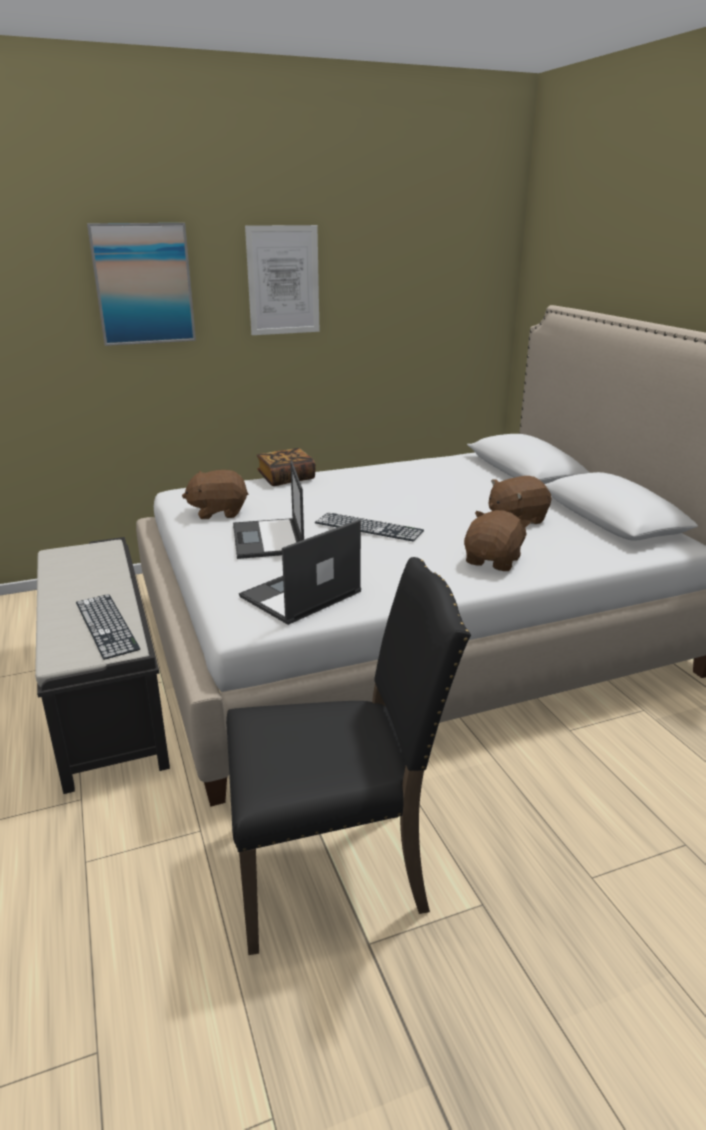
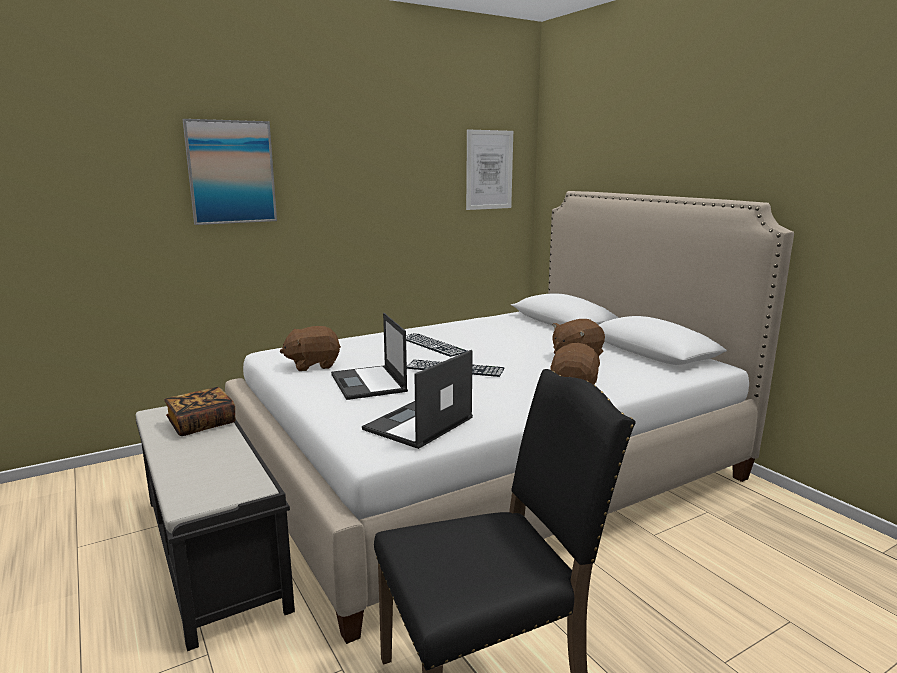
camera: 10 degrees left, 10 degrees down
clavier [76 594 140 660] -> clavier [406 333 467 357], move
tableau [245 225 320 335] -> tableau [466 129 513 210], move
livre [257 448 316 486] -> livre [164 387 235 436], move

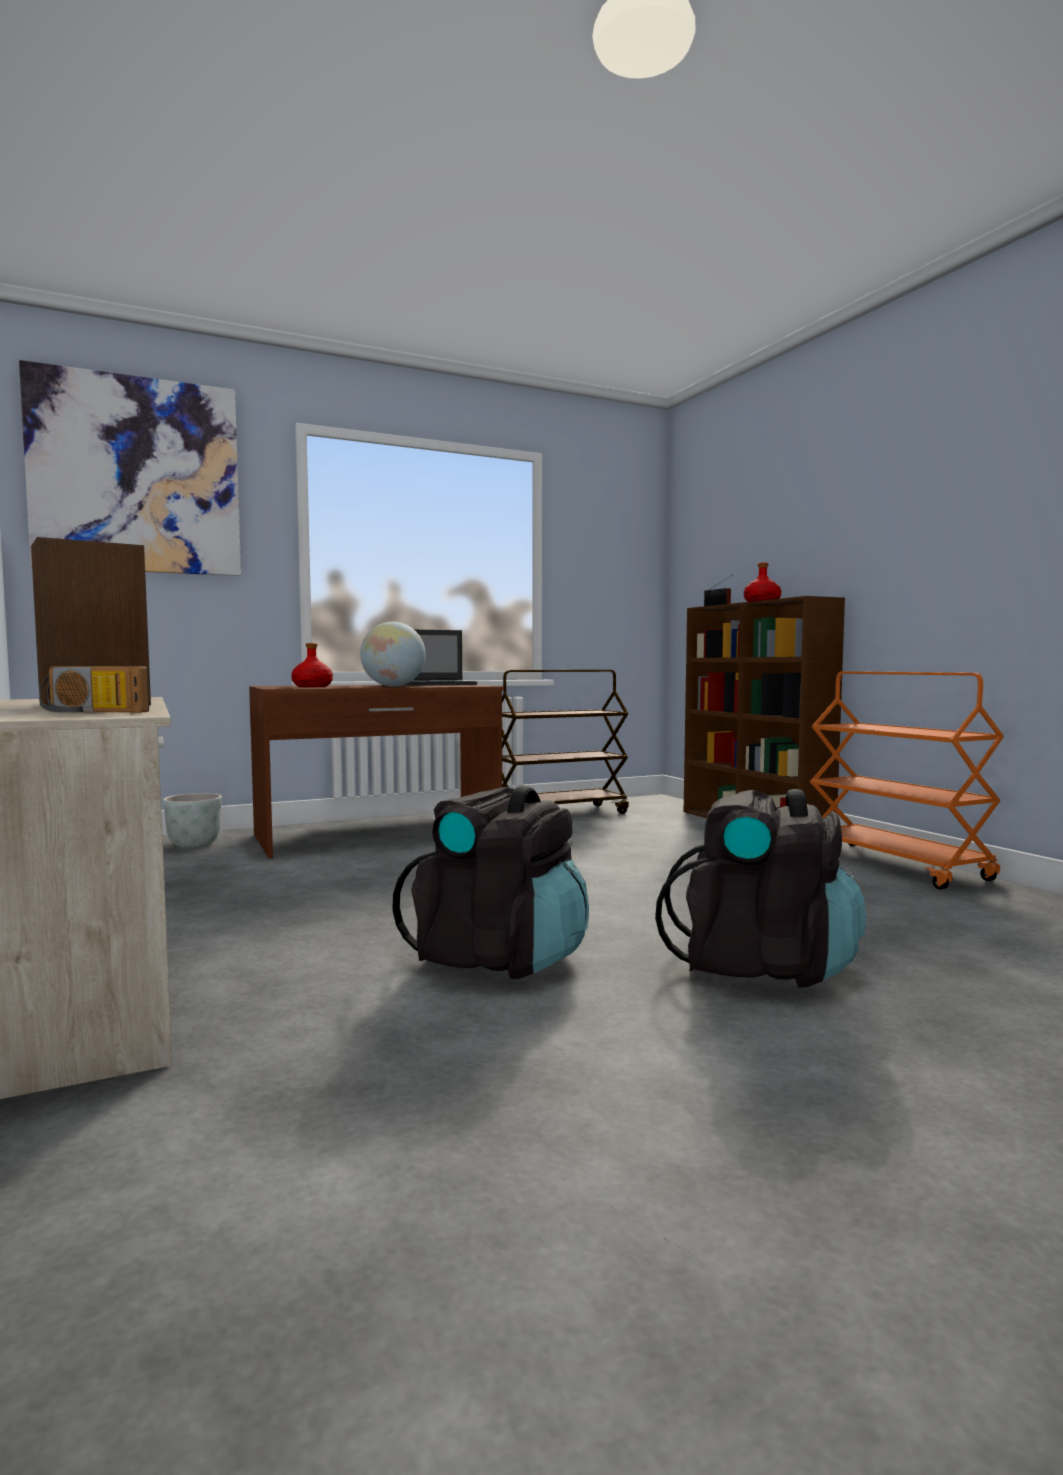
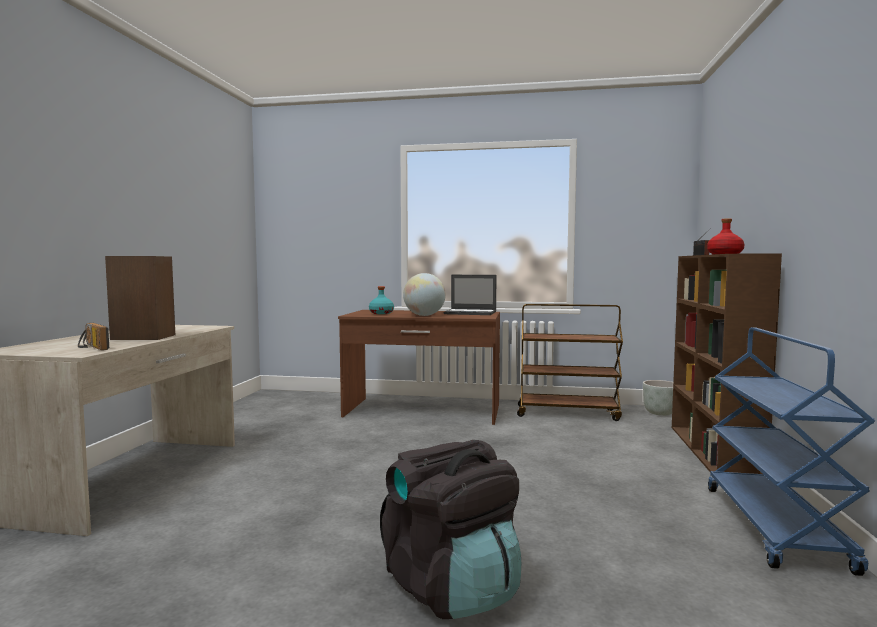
camera: 35 degrees right, 0 degrees up
tableau [19 360 241 576] -> none
cache-pot (gris) [163 793 222 848] -> cache-pot (gris) [643 380 673 416], move
bouteille (rouge) [291 643 333 687] -> bouteille (turquoise) [369 286 394 314]
sac à dos (noir) [392 786 589 979] -> none
chariot (orange) [810 671 1004 890] -> chariot (bleu) [708 327 875 576]

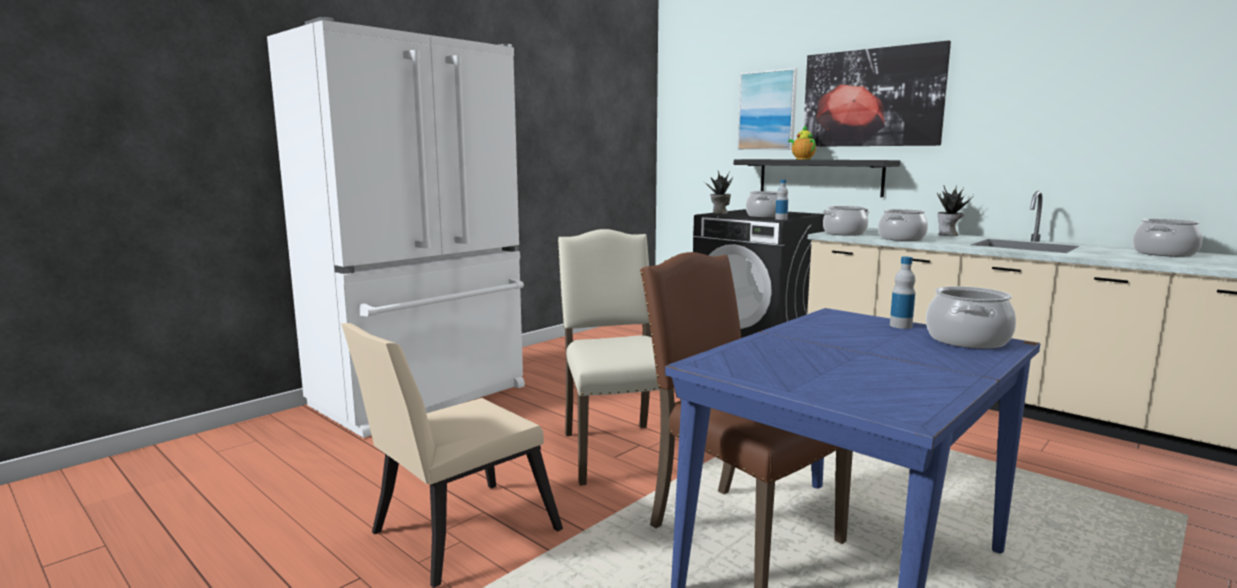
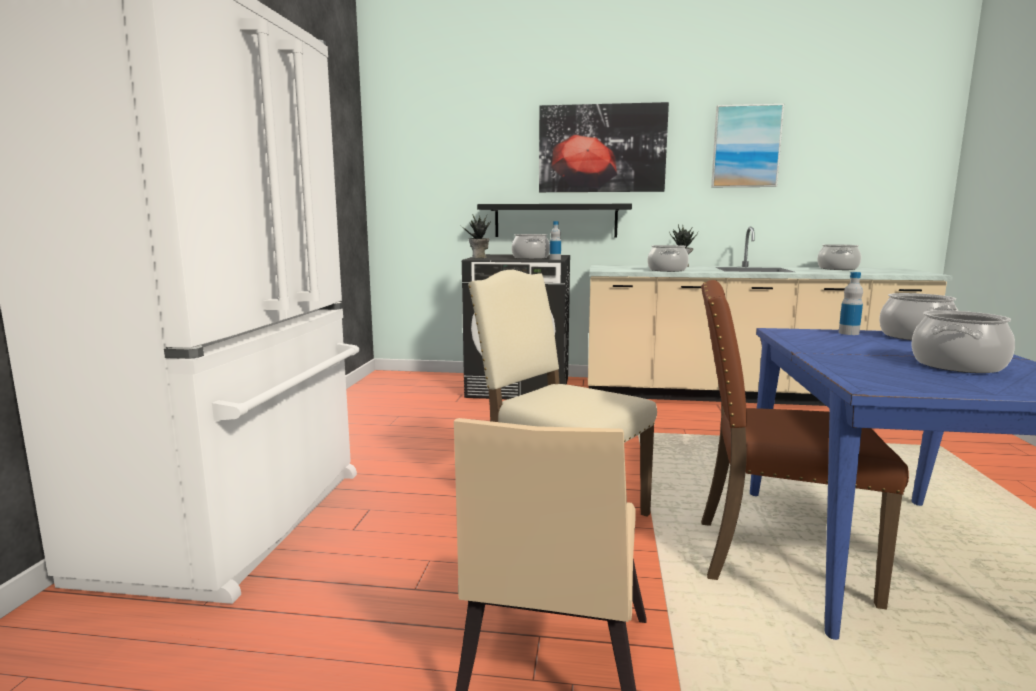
camera: 35 degrees left, 0 degrees up
tableau [738 68 797 150] -> tableau [711 104 784 187], move
théière [788 126 816 160] -> none
marmite [823 206 869 236] -> marmite [911 310 1015 373], move

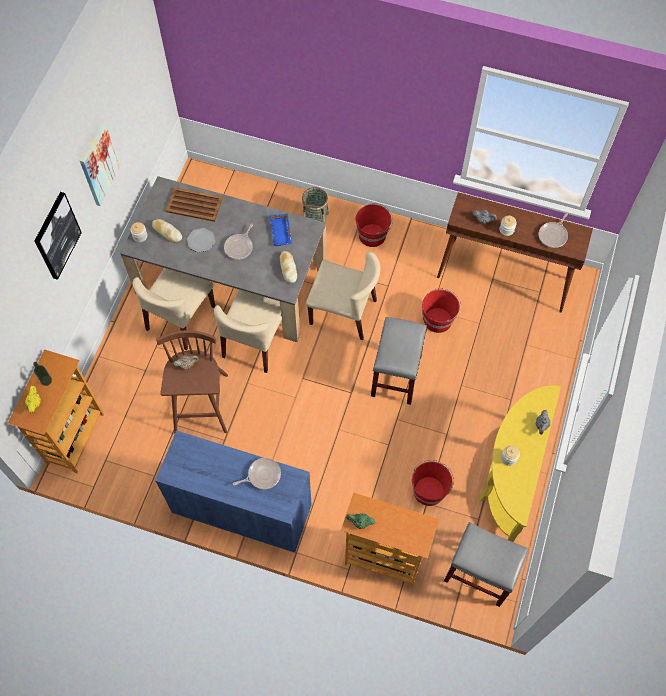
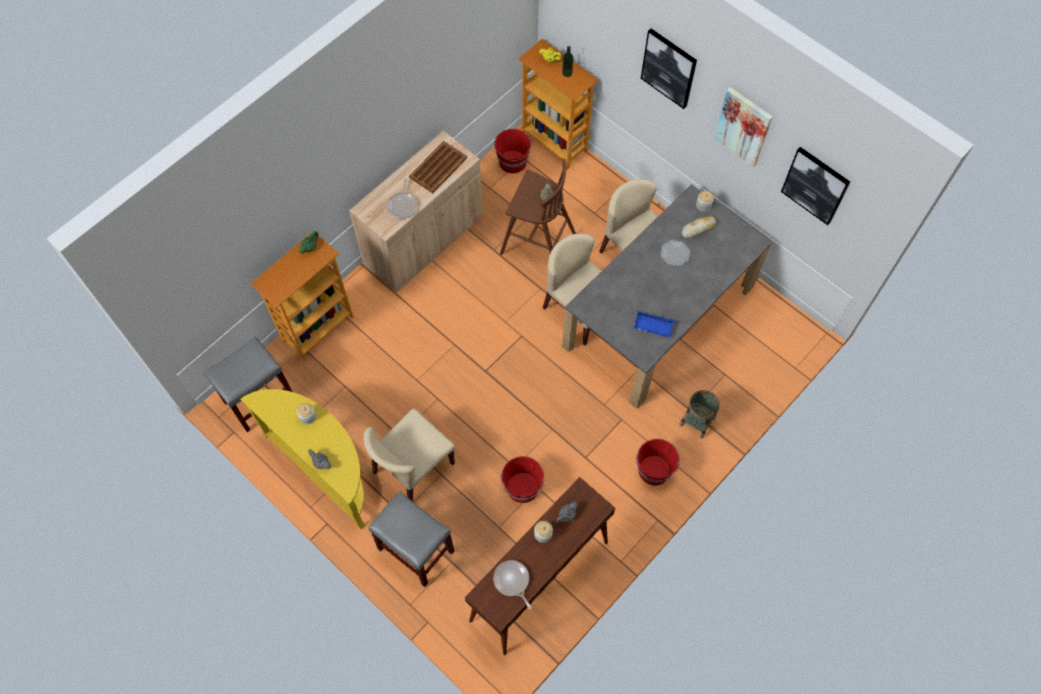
camera: 115 degrees right, 0 degrees up
meuble de rangement (bleu) [155 430 312 553] -> meuble de rangement (beige) [349 131 483 292]
plateau (marron) [166 187 223 222] -> plateau (marron) [409 141 467 193], move
poêle [224 224 253 260] -> none
pain [280 251 297 283] -> none
chaise (beige) [306 252 380 340] -> chaise (beige) [363 408 455 501], move
tabouret (gris) [371 317 427 405] -> tabouret (gris) [368 491 455 587], move
seau (rouge) [412 460 454 506] -> seau (rouge) [494 129 533 173], move
none -> tableau [781 147 850 225]

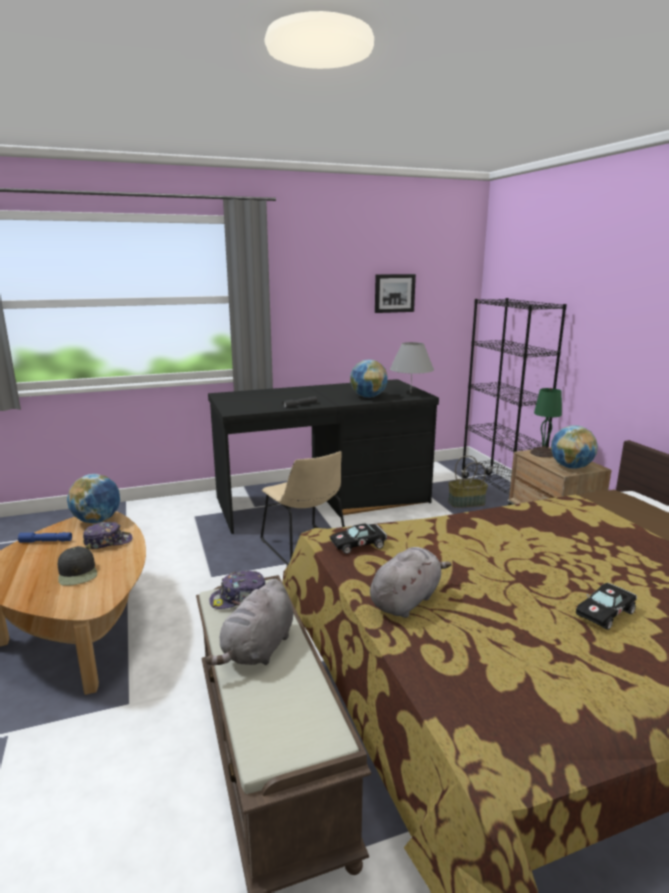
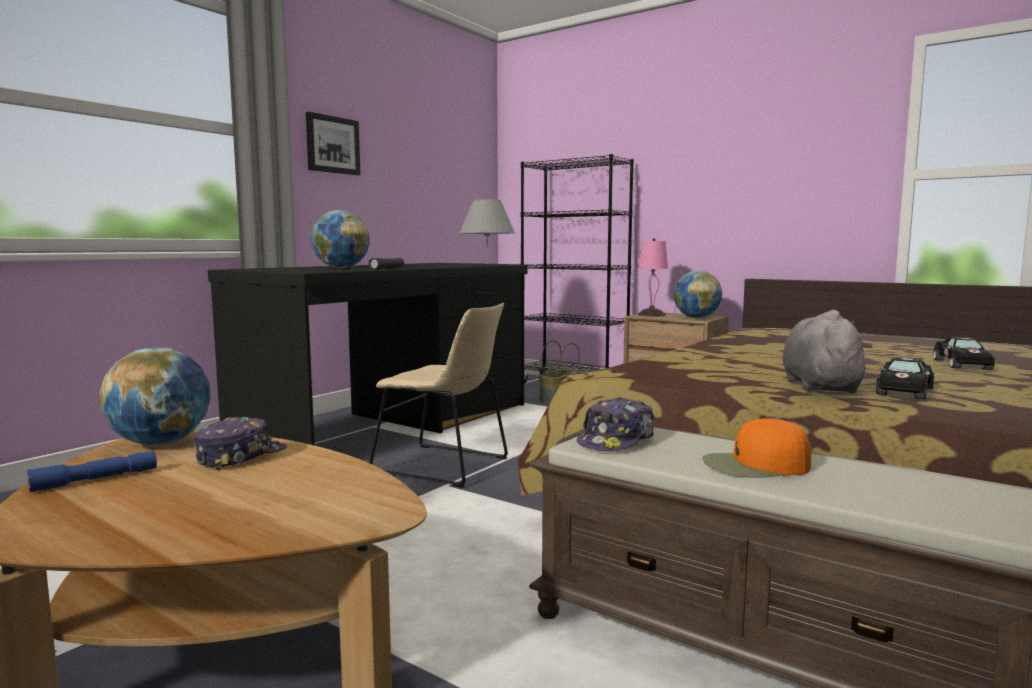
camera: 35 degrees left, 10 degrees down
casquette (noir) [58 546 97 586] -> none
peluche (gris) [205 579 293 665] -> casquette (orange) [702 418 811 478]
petite voiture (noir) [330 524 387 554] -> petite voiture (noir) [876 357 934 399], move
globe [350 360 388 398] -> globe [311 210 370 268], move
tableau [375 274 416 313] -> tableau [306 112 361 175], move
lampe de table (vert) [530 388 562 458] -> lampe de table (rose) [638 238 668 316]

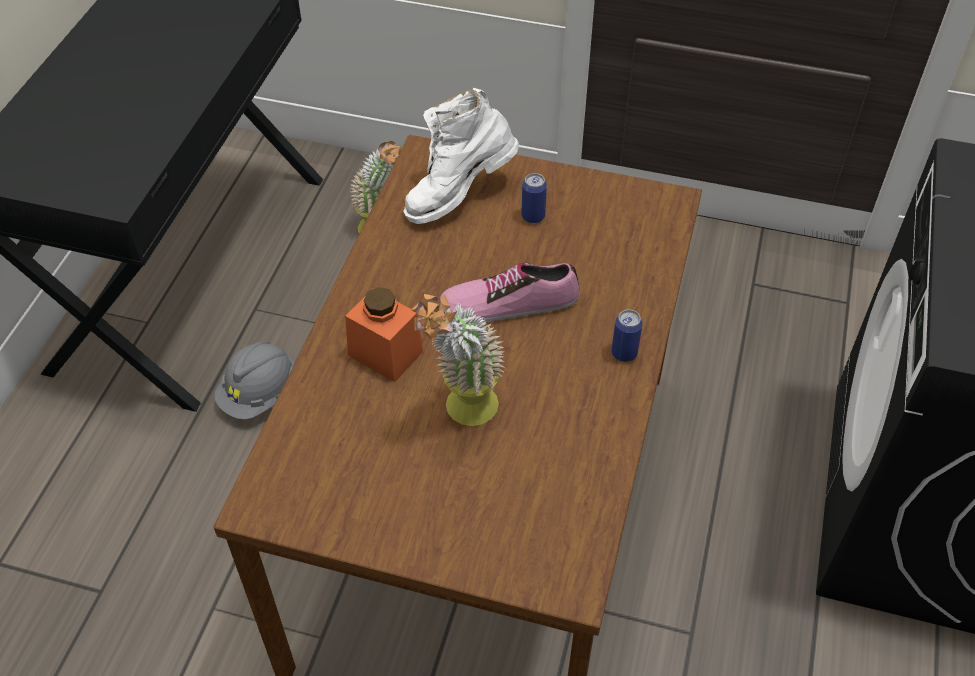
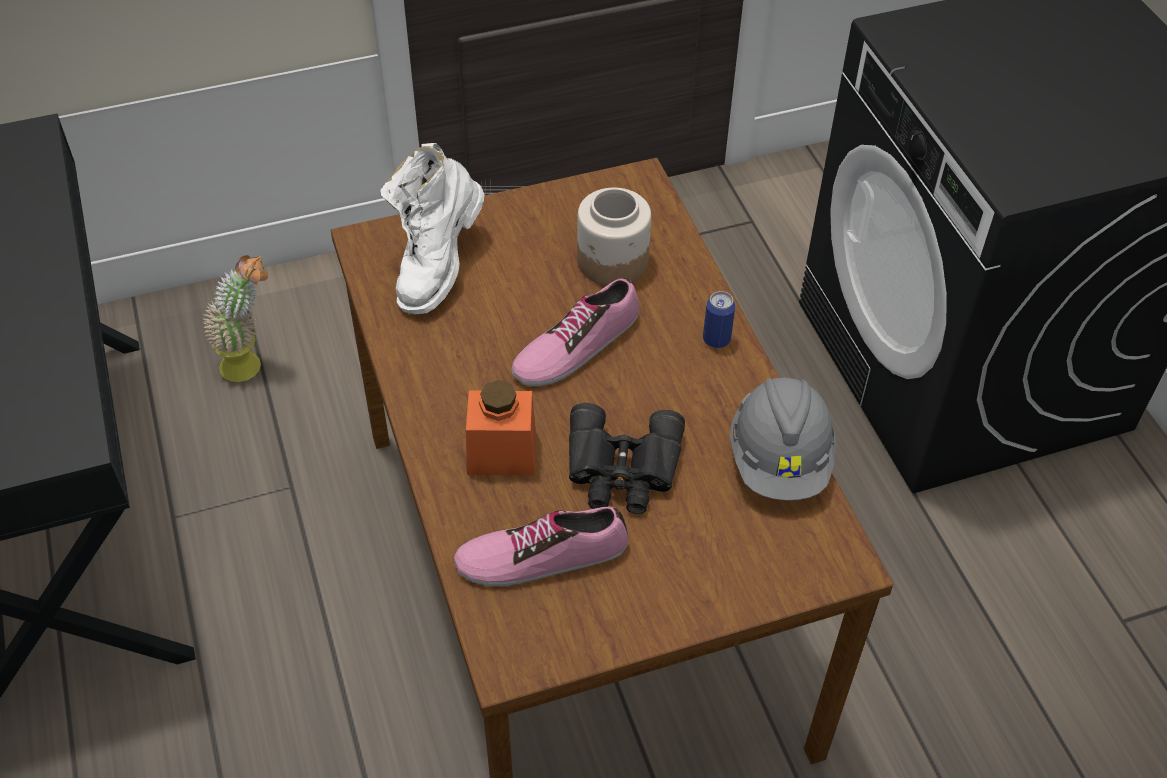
camera: 35 degrees left, 0 degrees up
casque de chantier (gris) [214 341 295 420] -> casque de chantier (gris) [730 377 836 501], move
plante en pot [411 294 505 426] -> jumelles (noir) [569 403 685 514]
boîte métallique [521 173 547 223] -> none
none -> chaussure [454 506 629 586]
none -> bocal [577 188 651 286]

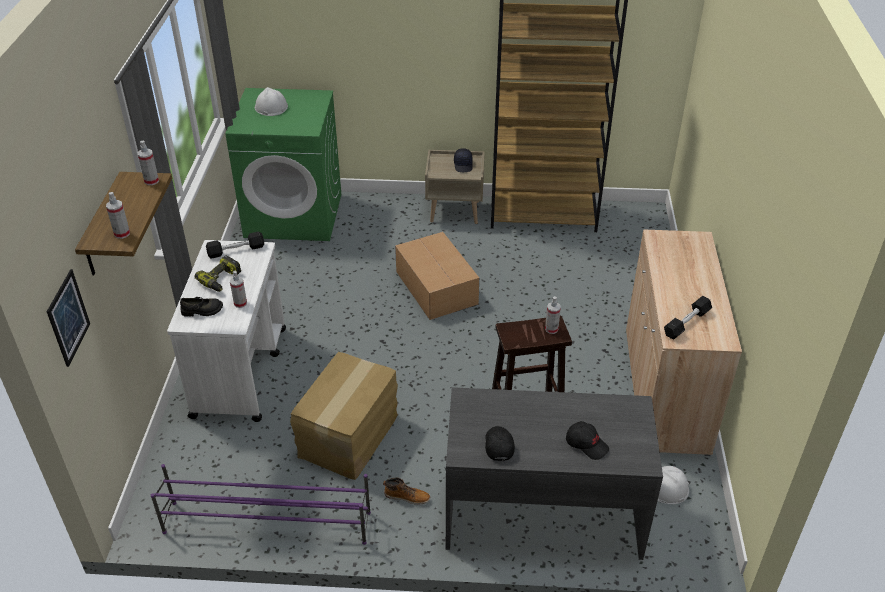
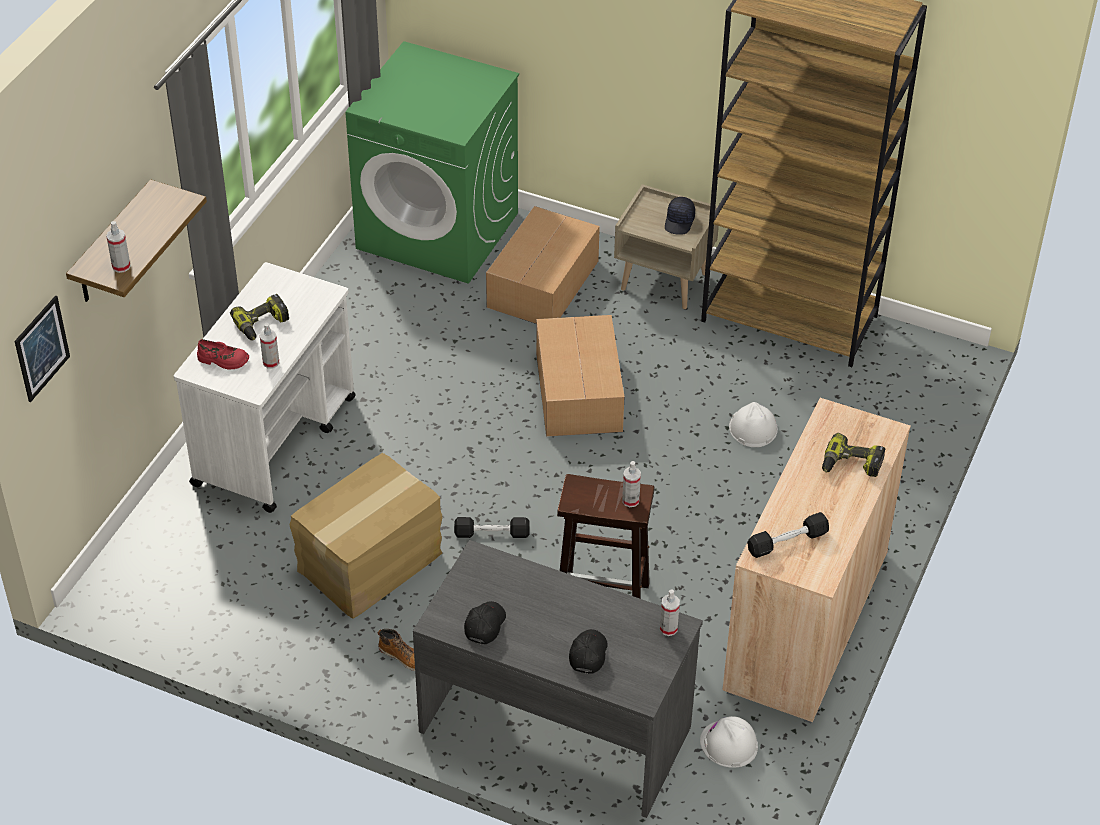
camera: 20 degrees right, 5 degrees up
vaporisateur [138 141 159 185] -> vaporisateur [660 589 680 636], move
étagère à chaussures (violet) [151 464 371 545] -> none
chaussure (noir) [180 297 223 317] -> chaussure (rouge) [197 339 249 370]
haltère (noir) [206 232 264 259] -> haltère (noir) [454 517 530 538], move
casque de chantier (blanc) [255 87 288 116] -> casque de chantier (blanc) [729 402 778 447], move
casquette (noir) [566 421 609 460] -> casquette (noir) [569 629 608 674], 135 degrees counterclockwise
none -> carton [486 206 600 324]
none -> perceuse [822 433 885 477]

